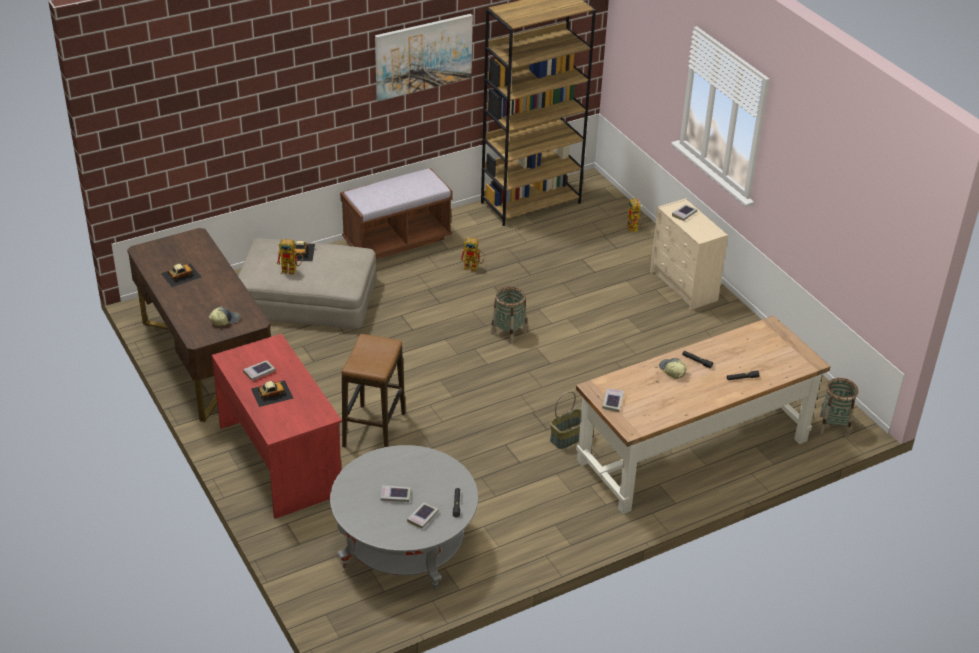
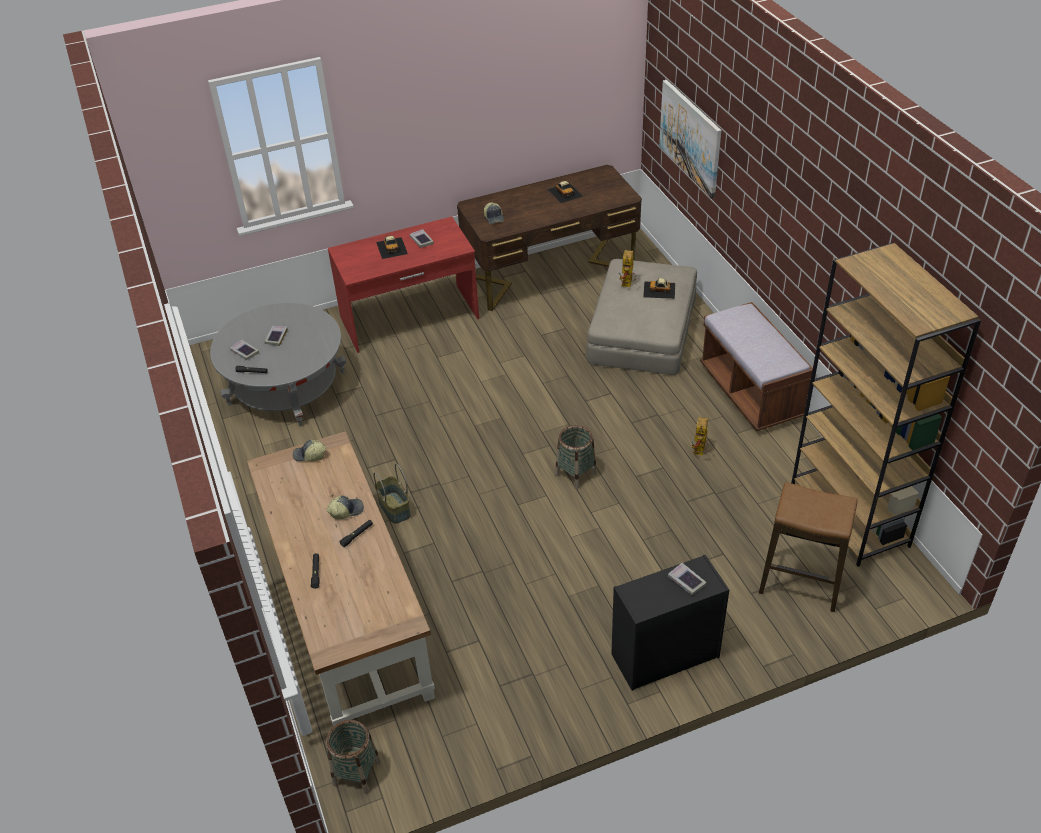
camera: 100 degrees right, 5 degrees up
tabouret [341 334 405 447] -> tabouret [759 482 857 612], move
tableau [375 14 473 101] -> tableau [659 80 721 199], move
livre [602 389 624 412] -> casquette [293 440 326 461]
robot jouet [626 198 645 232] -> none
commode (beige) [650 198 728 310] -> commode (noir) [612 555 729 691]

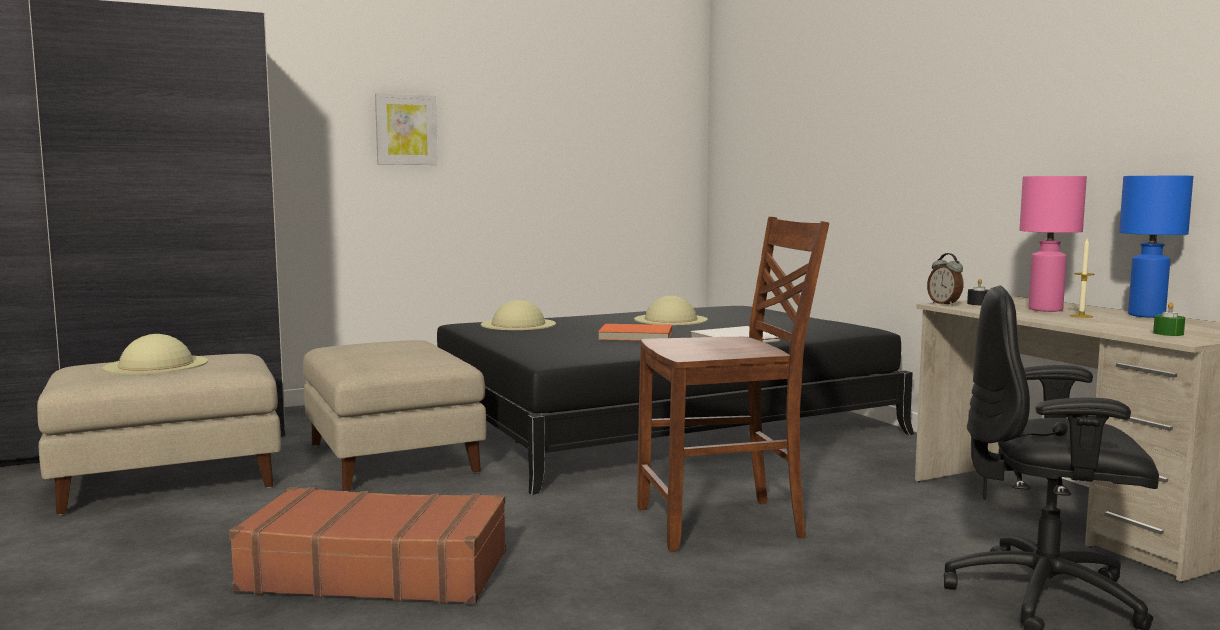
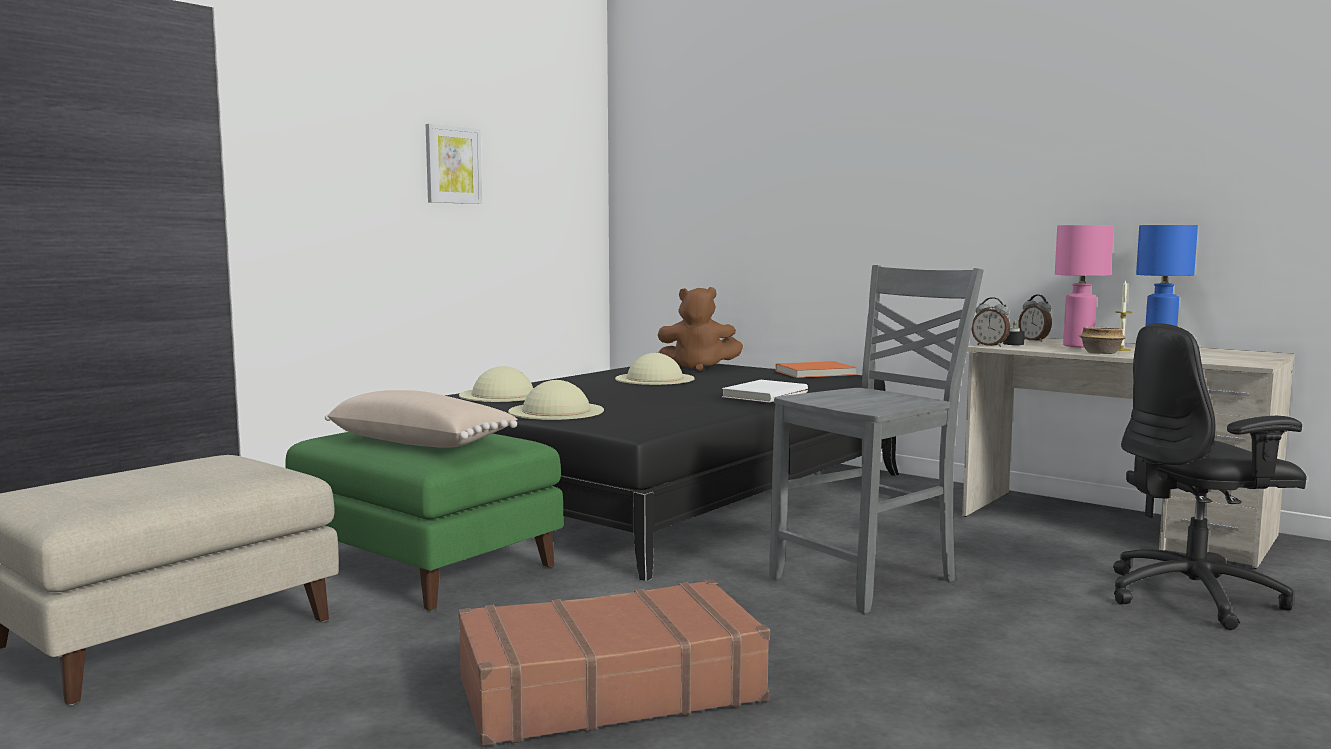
camera: 25 degrees left, 0 degrees up
chapeau (beige) [103 334 208 375] -> chapeau (beige) [508 380 604 420], move
pouf (beige) [303 340 486 491] -> pouf (vert) [285 432 563 611]
tableau [375 93 438 165] -> tableau [426 124 482 204], move
livre (orange) [598 324 672 341] -> livre (orange) [775 361 856 378], move
chaise (marron) [637 217 829 552] -> chaise (gris) [769 265 984 614]
bougie (vert) [1153 302 1185 336] -> none
none -> coussin (beige) [325 390 518 448]
none -> peluche (marron) [658 287 743 371]
none -> réveil [1018 294 1052 342]
none -> bol [1079 327 1126 354]

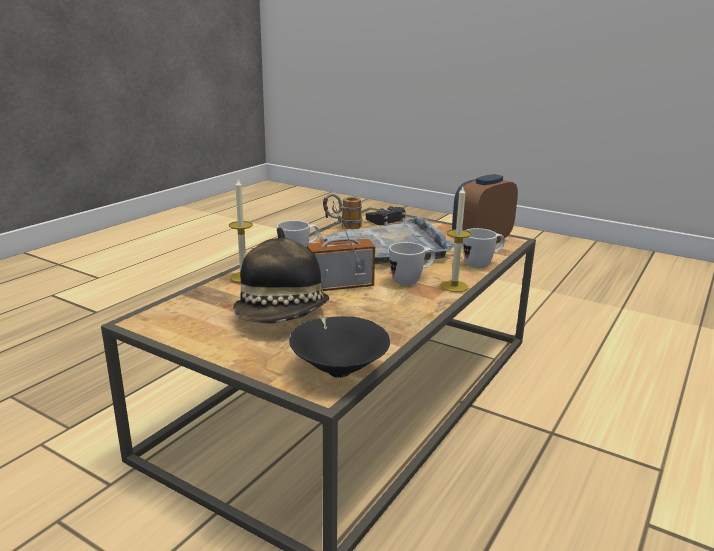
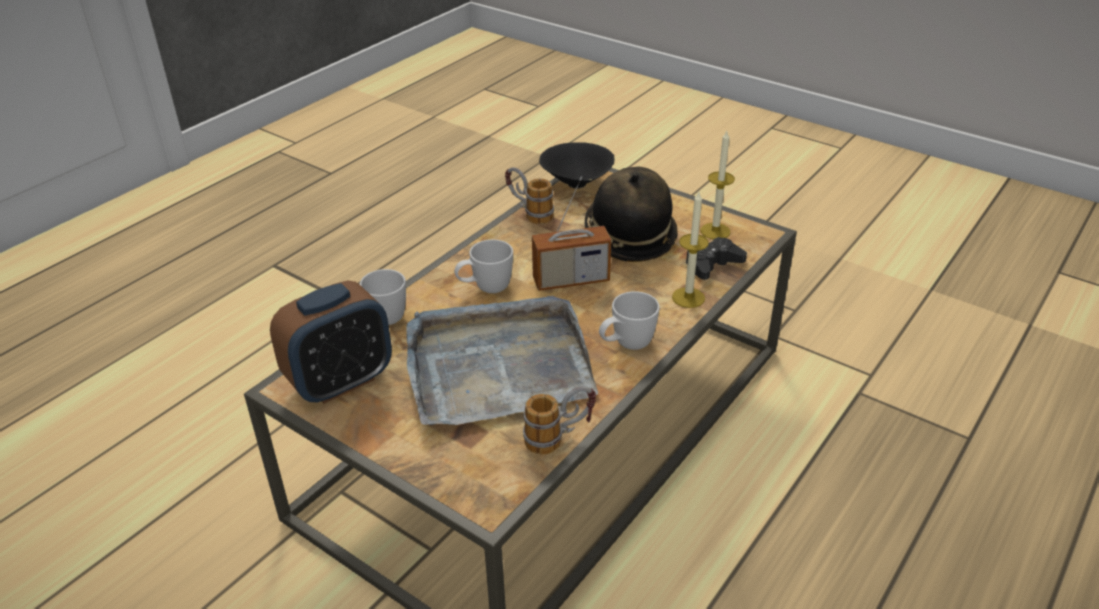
camera: 175 degrees left, 15 degrees up
manette (noir) [366 206 405 226] -> manette (noir) [686 237 747 280], move
bougie [441 187 471 292] -> bougie [700 131 735 239], move
none -> mug [505 167 554 224]

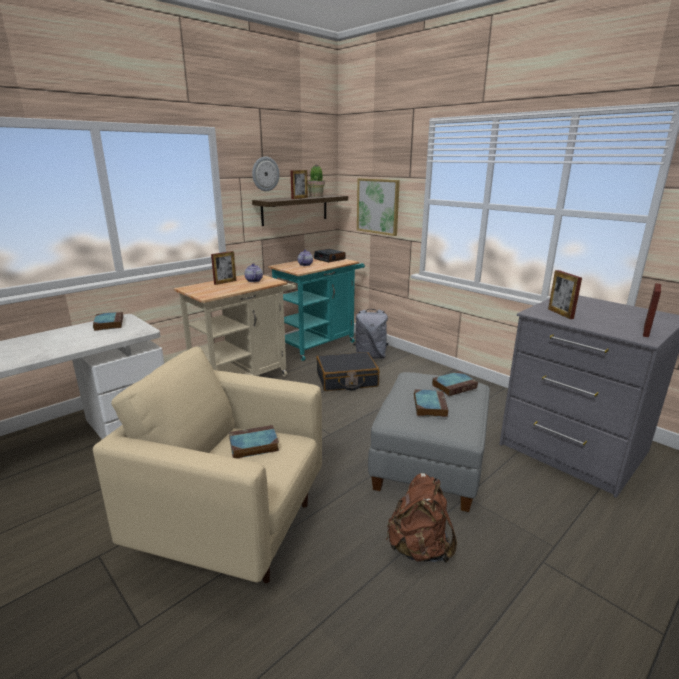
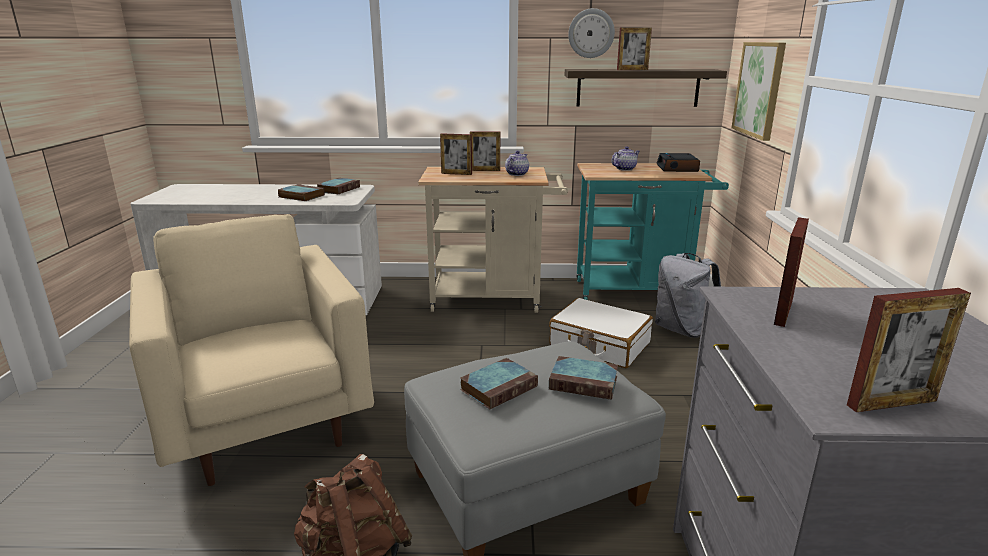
camera: 45 degrees right, 0 degrees up
livre [229 425 279 458] -> livre [277 184 325 201], move
plante en pot [307 164 325 197] -> none
valise (noir) [316 352 379 391] -> valise (blanc) [549 298 653 368]
none -> cadre photo [440 133 472 175]

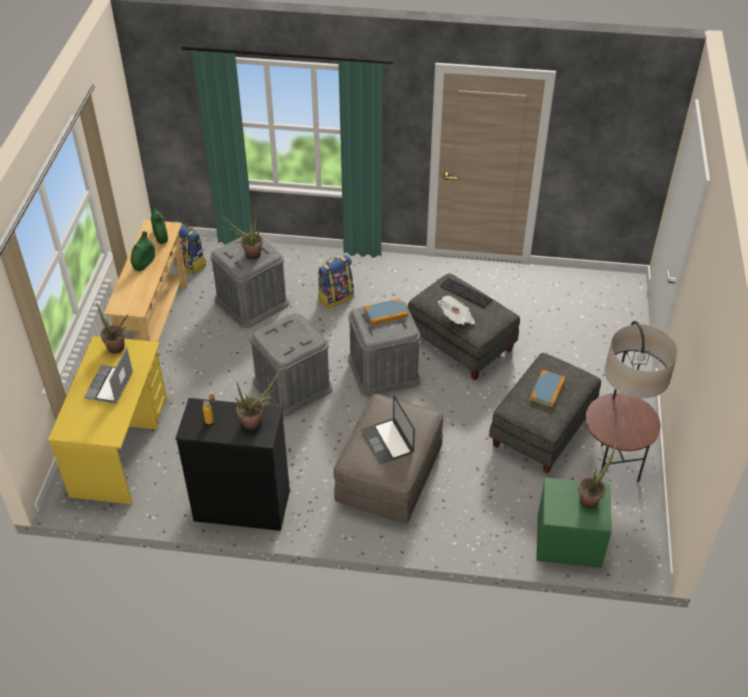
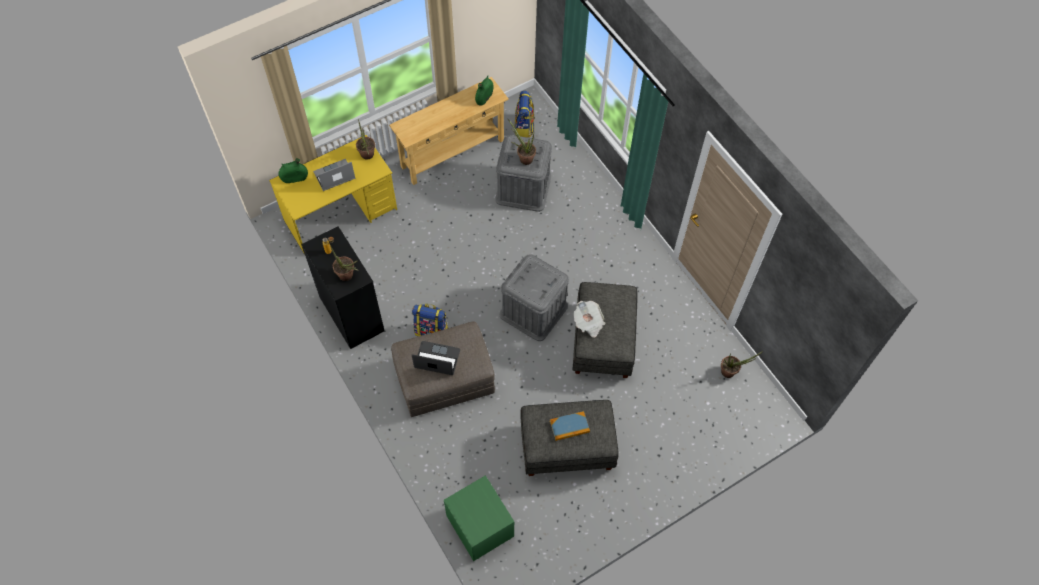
camera: 50 degrees right, 15 degrees up
vase (vert) [131 231 155 271] -> vase (vert) [278 158 308 183], move
boîte de rangement (gris) [250 313 333 416] -> none
sac à dos [318 255 354 309] -> sac à dos [412 304 448 336], move
ordinateur portable [361 396 415 464] -> ordinateur portable [412 341 460 375], 75 degrees clockwise
livre [365 298 408 325] -> none
clavier [440 277 493 308] -> none
plante en pot [578 440 618 508] -> plante en pot [721 351 763 378], move
lampadaire [585 321 678 482] -> none

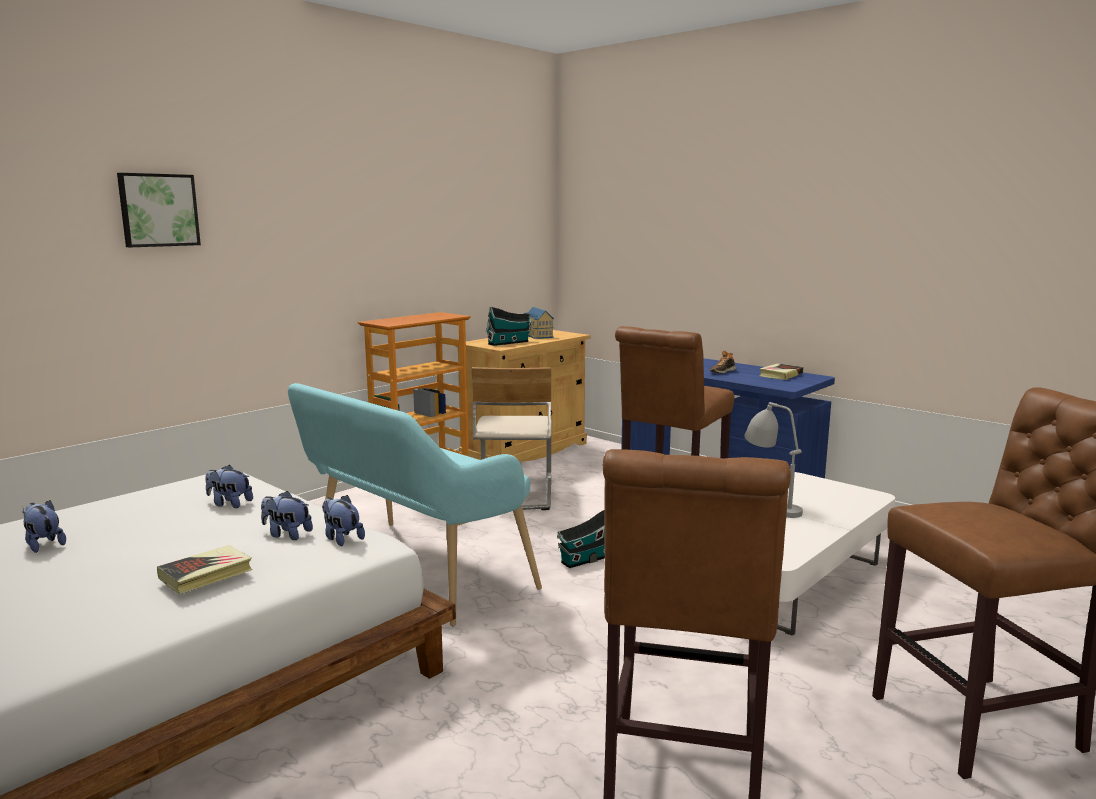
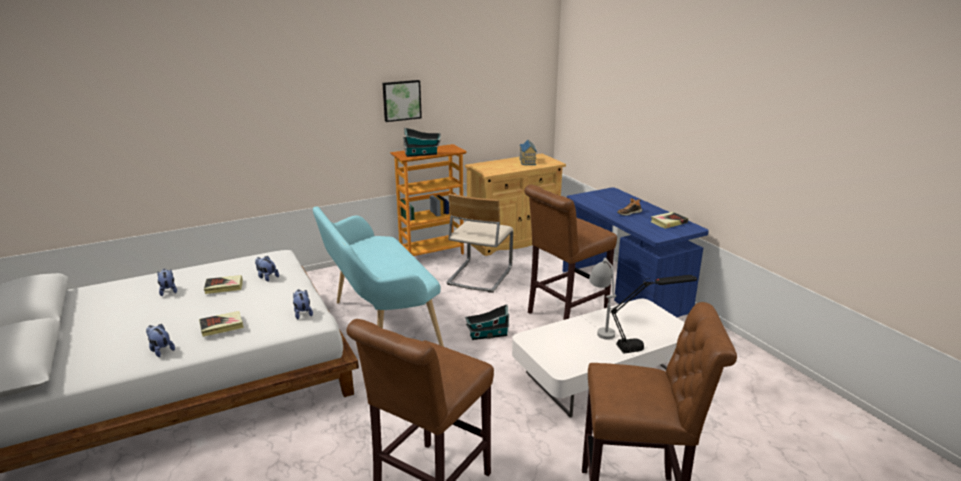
camera: 20 degrees right, 10 degrees up
tableau [117 173 201 247] -> tableau [383 80 422 122], move
peluche [261 491 313 540] -> peluche [146 324 175 357], move
maison miniature [486 306 531 346] -> maison miniature [403 128 441 157], move
none -> livre [204 275 243 294]
none -> lampe de table (noir) [610 275 697 354]

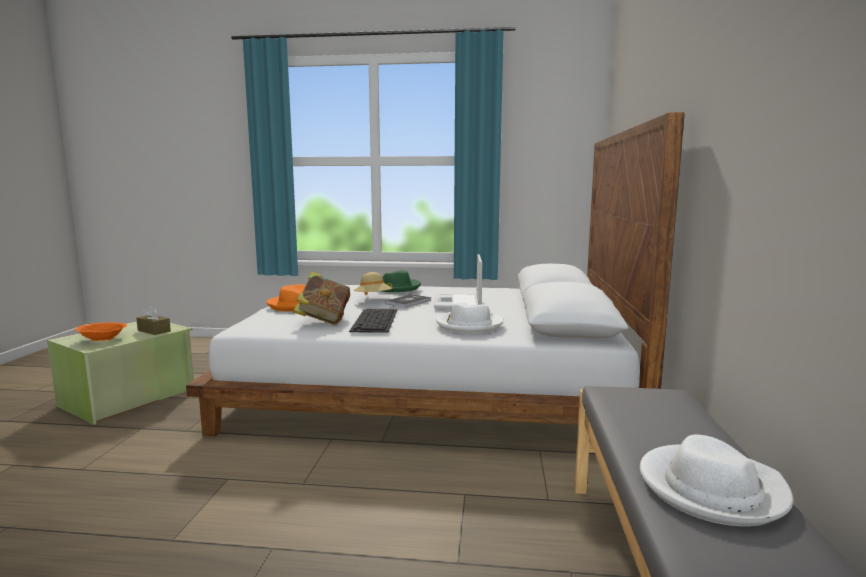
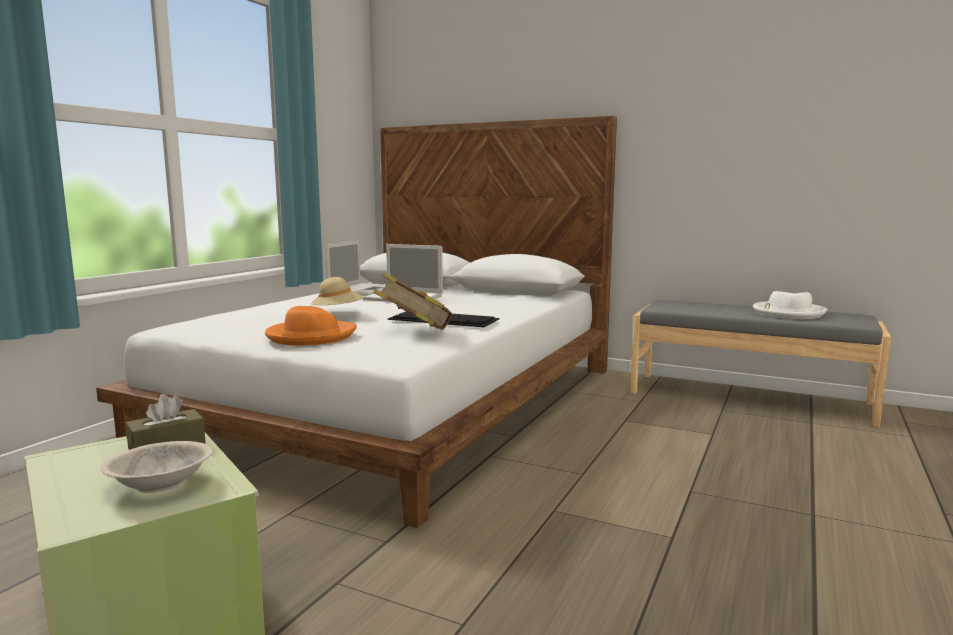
camera: 70 degrees left, 0 degrees up
bol (orange) [75 322 127 341] -> bol (beige) [100 441 213 493]
chapeau (vert) [382 270 421 292] -> none
livre [385 294 431 308] -> none
chapeau (blanc) [436 302 504 333] -> none
none -> ordinateur portable [325 241 386 296]

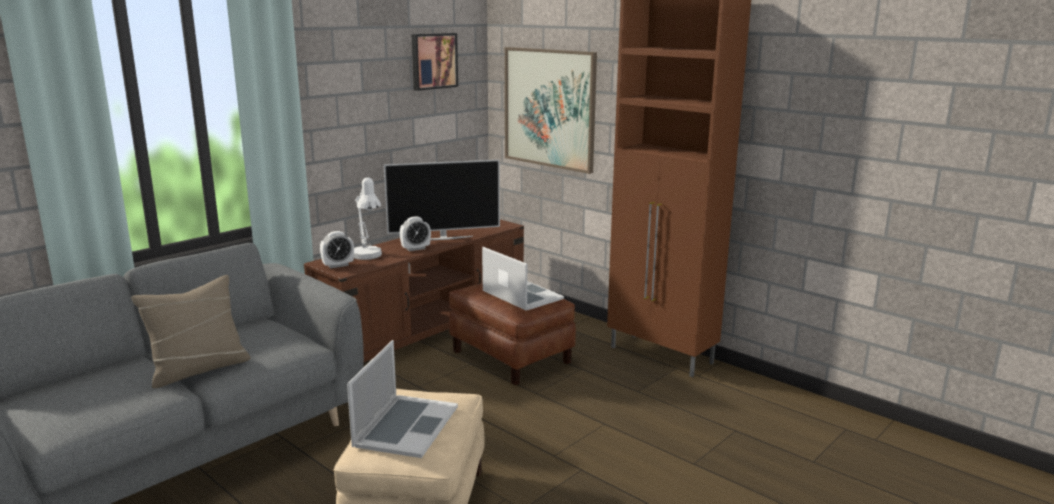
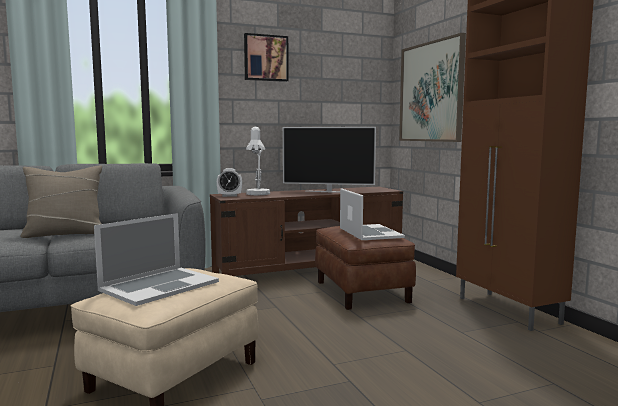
camera: 25 degrees right, 10 degrees down
réveil [400 216 431 251] -> none
tableau [411 33 458 91] -> tableau [244 33 289 82], move

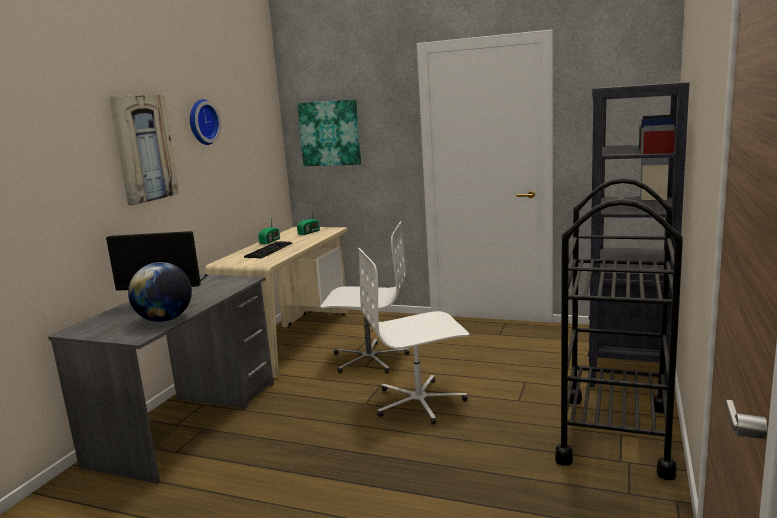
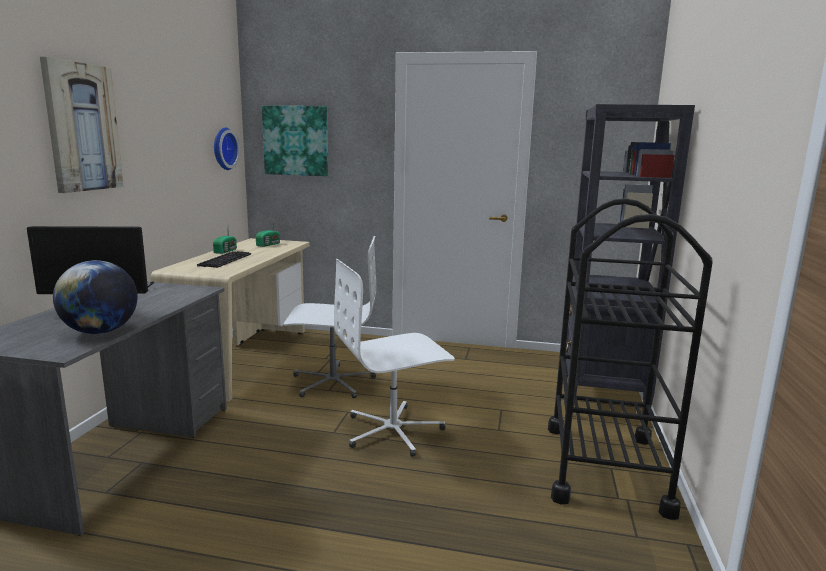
camera: 10 degrees left, 0 degrees up
horloge murale [190 99 221 145] -> horloge murale [214 127 240 170], move

